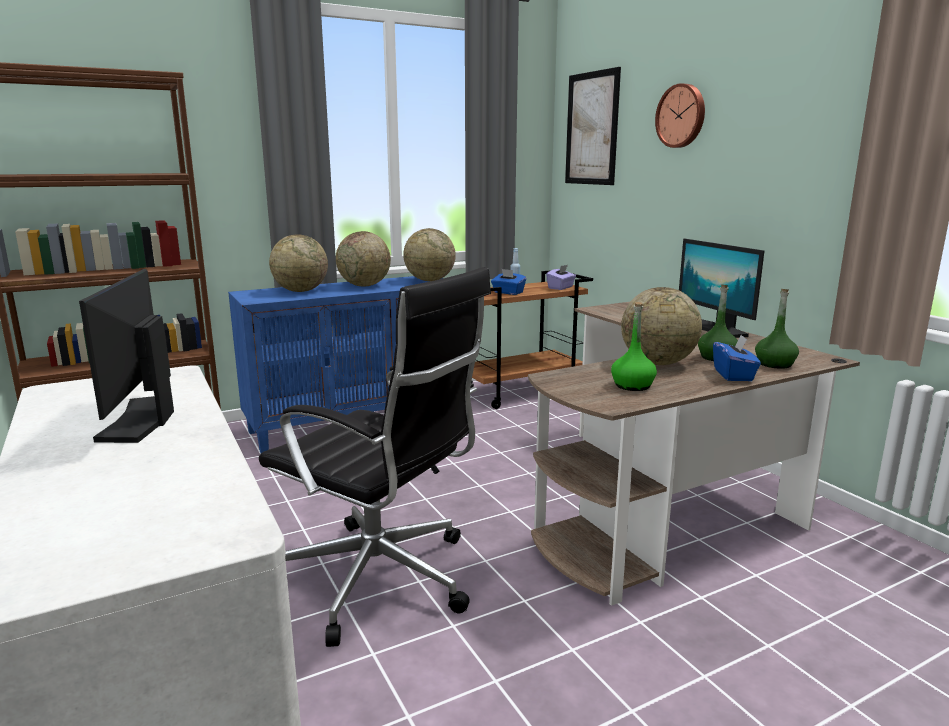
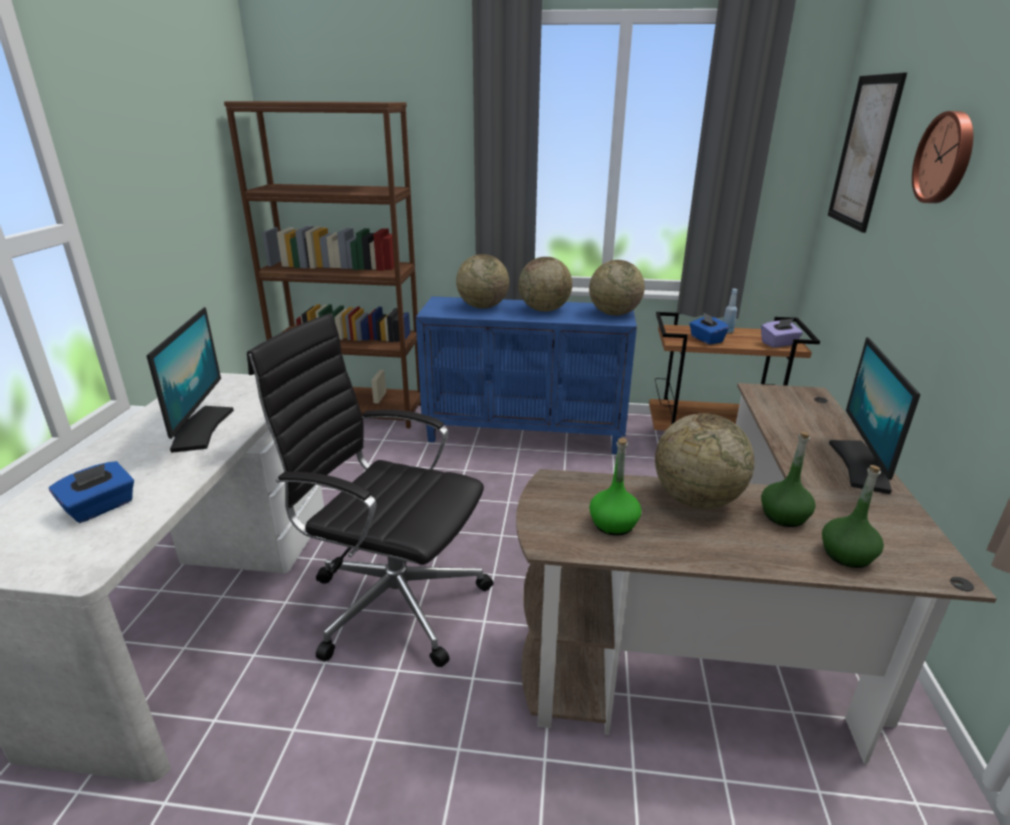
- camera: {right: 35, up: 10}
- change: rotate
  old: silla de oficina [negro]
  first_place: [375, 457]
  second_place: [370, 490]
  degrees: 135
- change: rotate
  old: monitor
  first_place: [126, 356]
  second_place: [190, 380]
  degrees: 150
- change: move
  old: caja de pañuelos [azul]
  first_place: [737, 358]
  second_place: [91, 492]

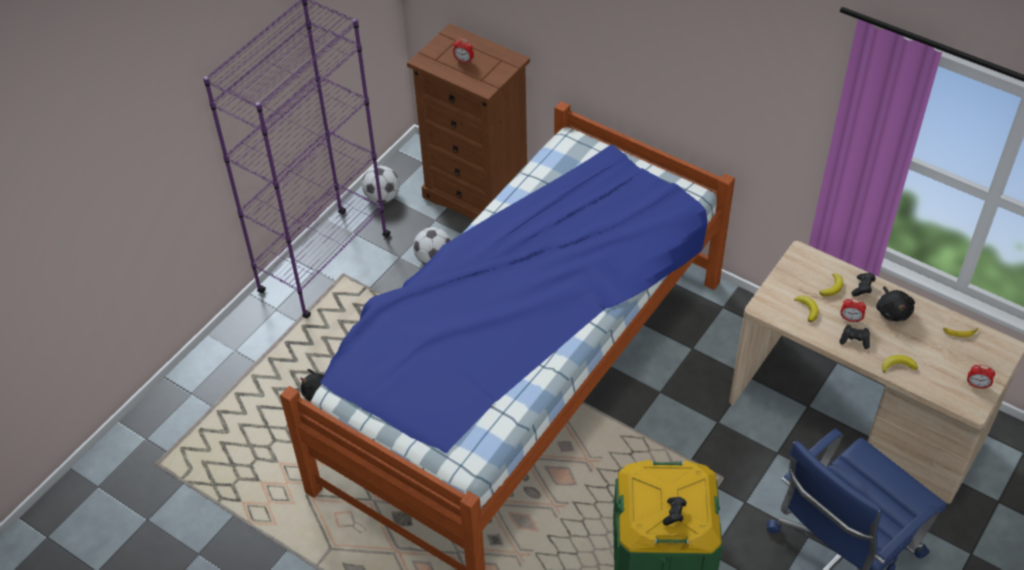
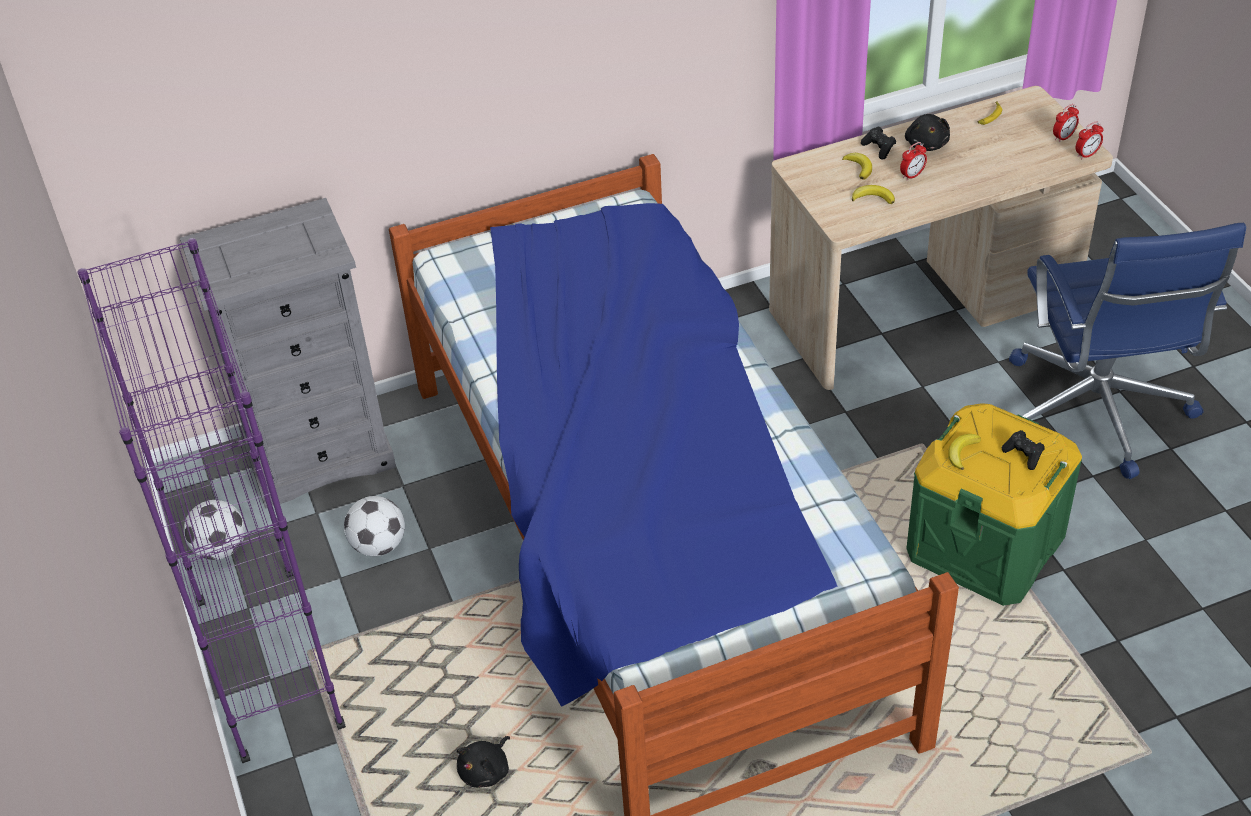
- camera: {right: -55, up: -5}
- change: recolor
  old: cómoda [marrón]
  new: cómoda [gris]
  first_place: [468, 122]
  second_place: [288, 353]
- change: move
  old: despertador
  first_place: [463, 51]
  second_place: [1089, 140]
- change: rotate
  old: peluche [negro]
  first_place: [895, 303]
  second_place: [927, 132]
  degrees: 60
- change: delete
  old: mando de consola [negro]
  first_place: [854, 337]
- change: move
  old: plátano
  first_place: [900, 364]
  second_place: [964, 452]

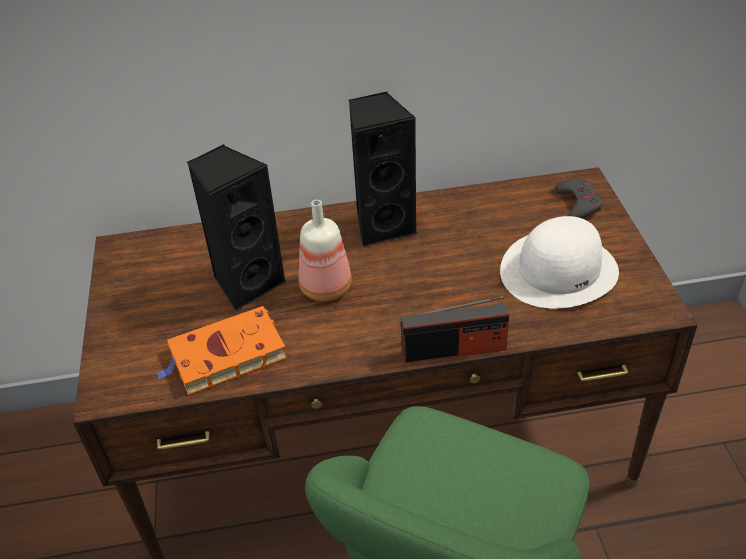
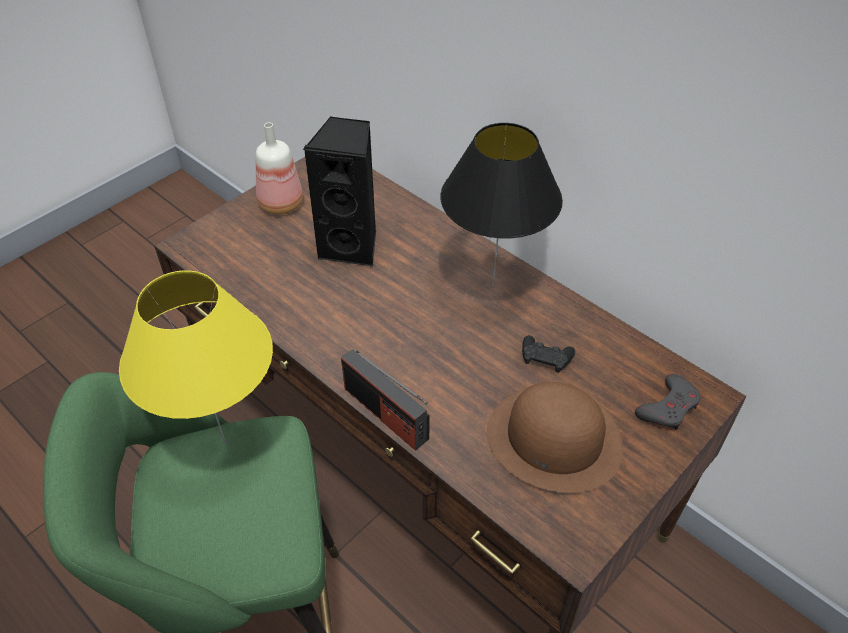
- camera: {right: 50, up: 5}
- change: replace
  old: altavoz [negro]
  new: lámpara de mesa [negro]
  first_place: [383, 169]
  second_place: [501, 205]
- change: move
  old: botella
  first_place: [325, 250]
  second_place: [279, 168]
- change: recolor
  old: sombrero [blanco]
  new: sombrero [marrón]
  first_place: [559, 262]
  second_place: [555, 437]
- change: delete
  old: libro [naranja]
  first_place: [221, 350]
- change: insert
  new: lámpara de mesa [amarillo]
  second_place: [196, 357]
- change: insert
  new: mando de consola [negro]
  second_place: [548, 354]

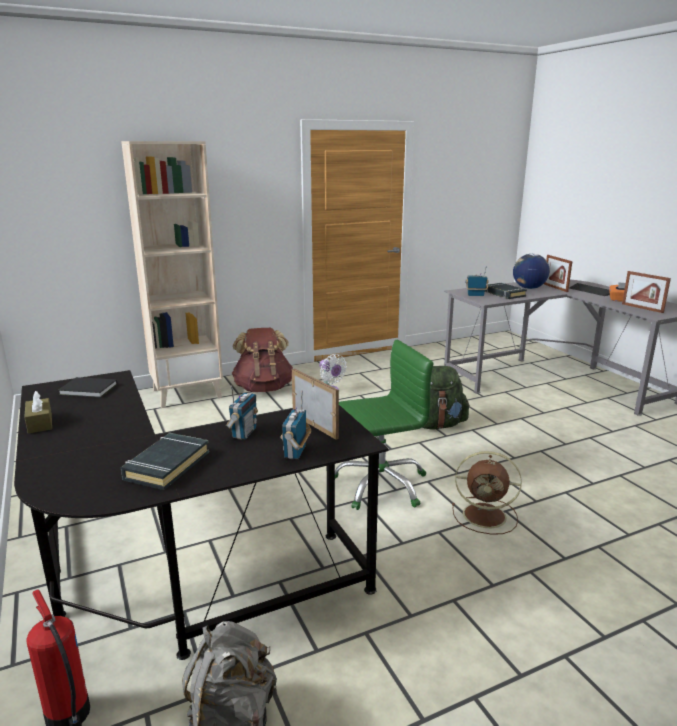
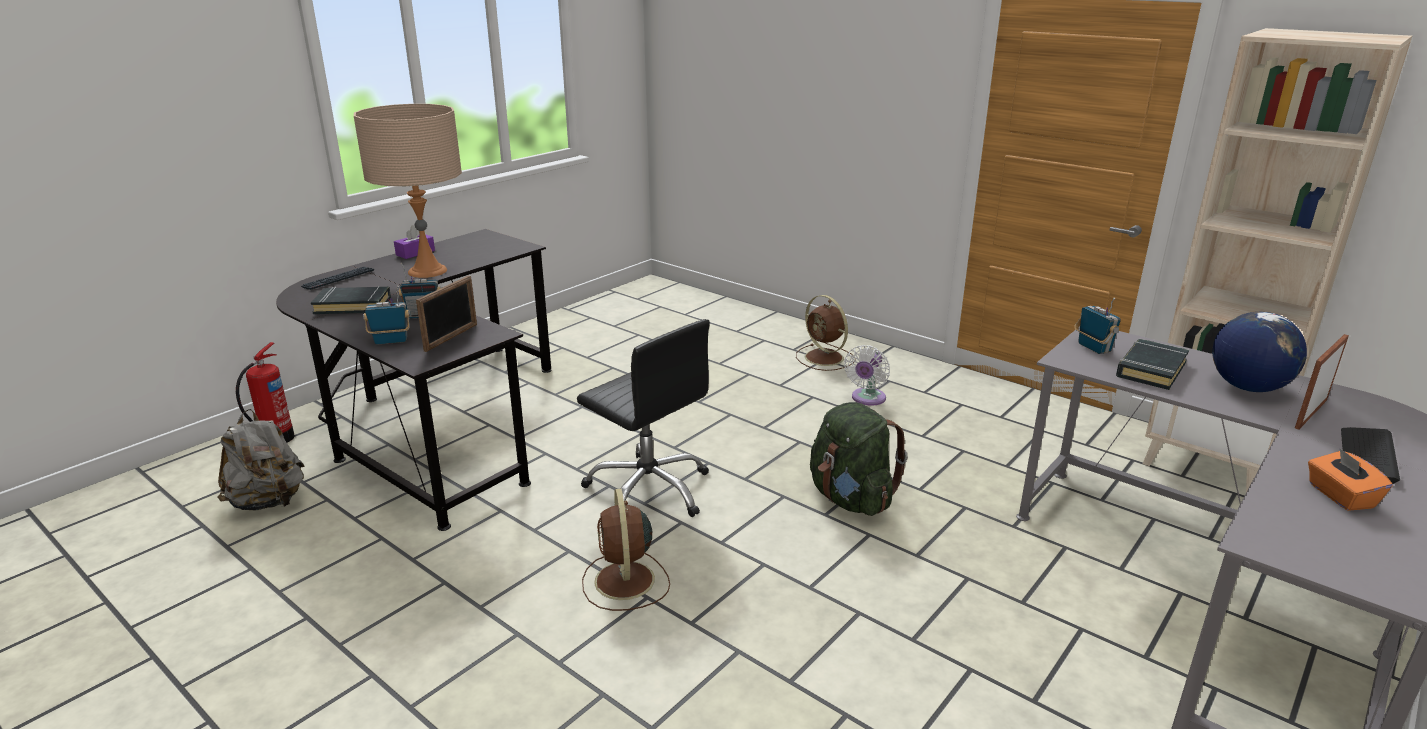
- camera: {right: 65, up: 5}
- change: move
  old: estantería [beis]
  first_place: [172, 274]
  second_place: [1277, 260]
- change: delete
  old: portarretratos
  first_place: [646, 292]
- change: replace
  old: mochila [marrón]
  new: ventilador [marrón]
  first_place: [263, 360]
  second_place: [826, 333]
- change: recolor
  old: silla de oficina [verde]
  new: silla de oficina [negro]
  first_place: [384, 425]
  second_place: [643, 418]
- change: delete
  old: libro [negro]
  first_place: [87, 387]
- change: recolor
  old: caja de pañuelos [marrón]
  new: caja de pañuelos [morado]
  first_place: [38, 412]
  second_place: [414, 242]
- change: insert
  new: lámpara de mesa [beis]
  second_place: [408, 191]
- change: insert
  new: teclado
  second_place: [337, 278]

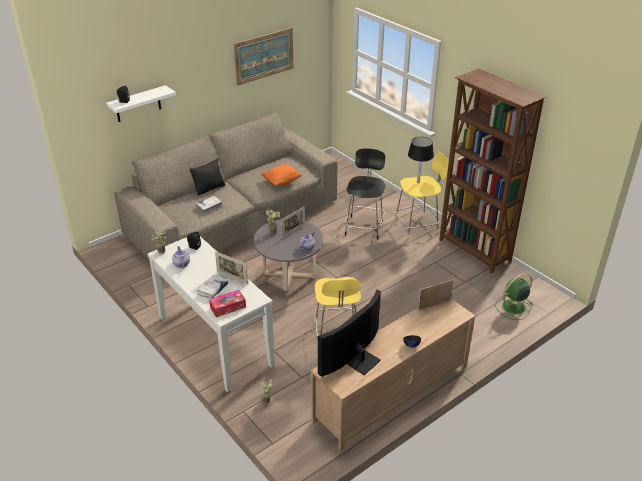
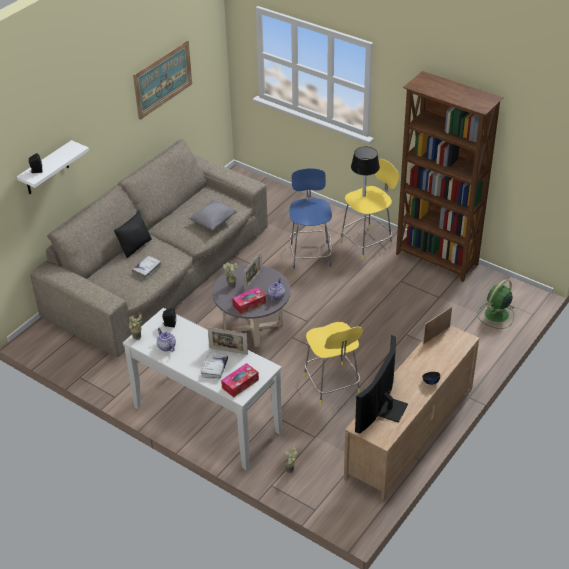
- camera: {right: -15, up: 5}
- change: recolor
  old: taburete [negro]
  new: taburete [azul]
  first_place: [365, 194]
  second_place: [310, 218]
- change: recolor
  old: cojín [naranja]
  new: cojín [gris]
  first_place: [281, 175]
  second_place: [213, 215]
- change: insert
  new: caja de pañuelos
  second_place: [249, 300]

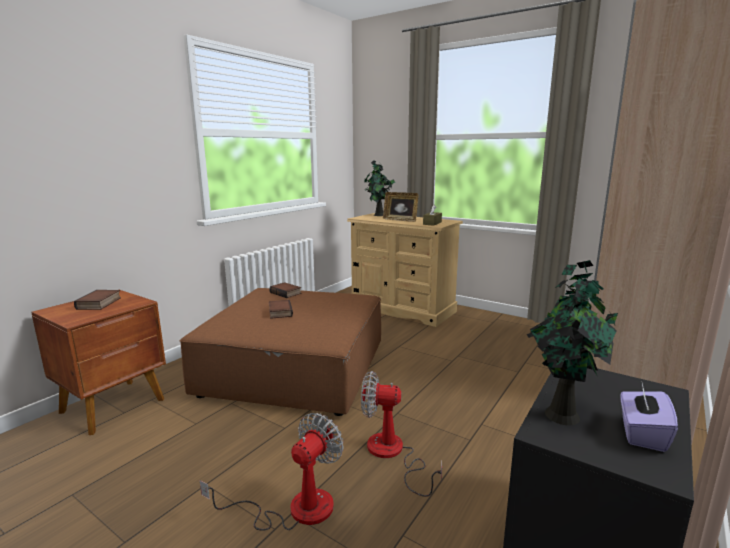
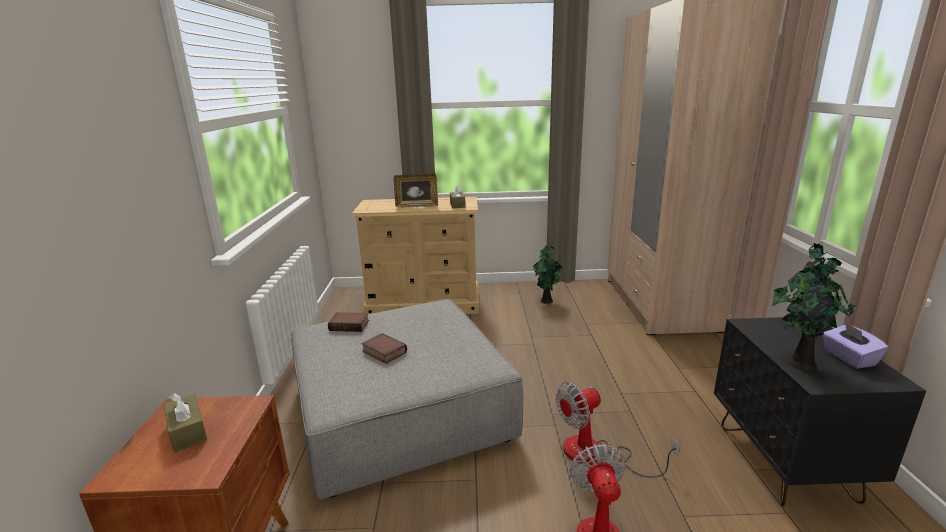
- camera: {right: -35, up: 5}
- change: move
  old: planta en maceta
  first_place: [379, 188]
  second_place: [548, 275]
- change: recolor
  old: puf [marrón]
  new: puf [gris]
  first_place: [280, 352]
  second_place: [406, 399]
- change: replace
  old: libro
  new: caja de pañuelos [marrón]
  first_place: [97, 300]
  second_place: [185, 422]

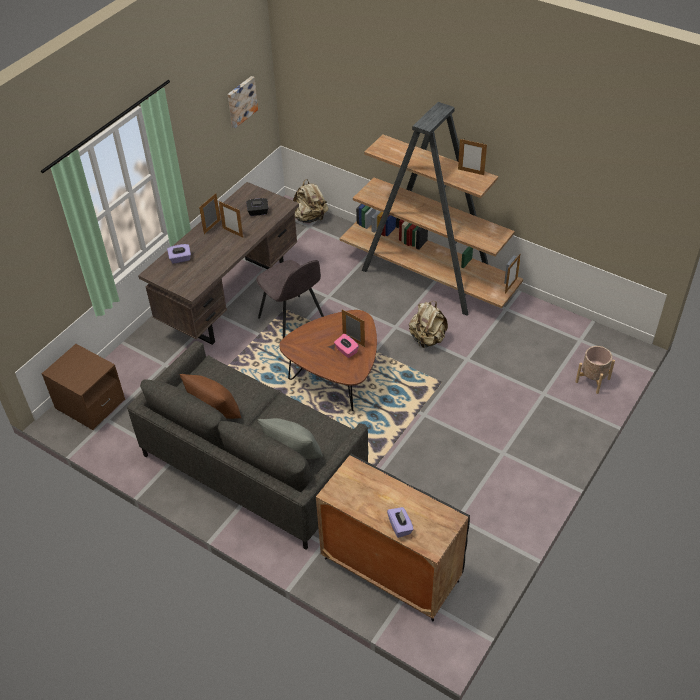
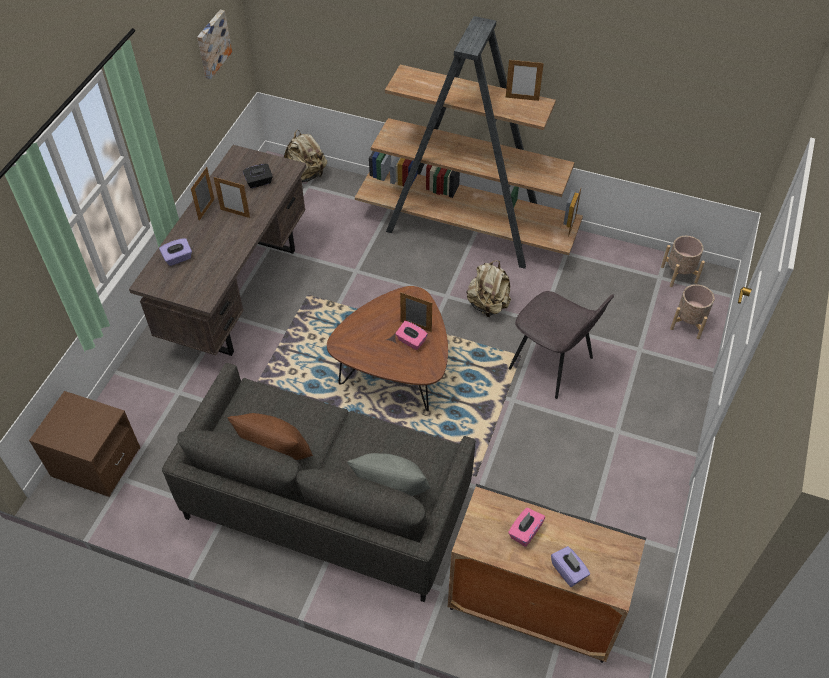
- camera: {right: -15, up: 5}
- change: move
  old: silla [gris]
  first_place: [290, 299]
  second_place: [561, 345]
- change: insert
  new: maceta [beis]
  second_place: [683, 261]
- change: insert
  new: caja de pañuelos [rosa]
  second_place: [526, 527]

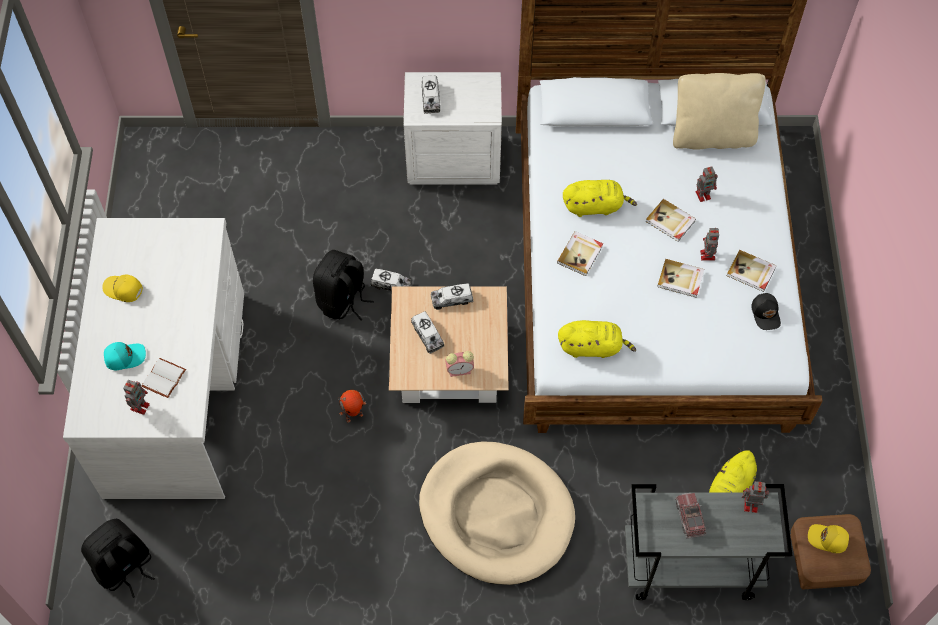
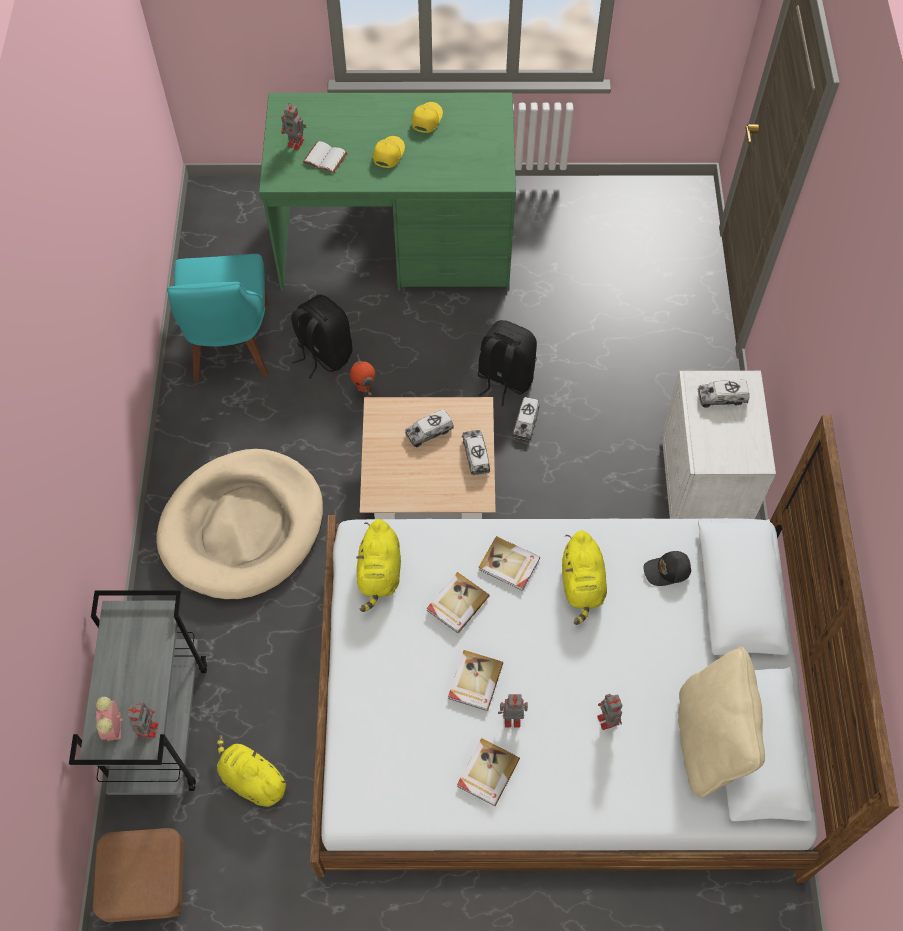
- camera: {right: 90, up: 0}
- change: move
  old: libro
  first_place: [670, 220]
  second_place: [458, 603]
- change: recolor
  old: escritorio [blanco]
  new: escritorio [verde]
  first_place: [153, 358]
  second_place: [387, 192]
- change: move
  old: gorra [negro]
  first_place: [766, 311]
  second_place: [667, 568]
- change: delete
  old: gorra [turquesa]
  first_place: [125, 356]
- change: move
  old: despertador
  first_place: [459, 364]
  second_place: [109, 719]
- change: delete
  old: camión de juguete
  first_place: [691, 516]
- change: move
  old: mochila [negro]
  first_place: [118, 558]
  second_place: [322, 337]
- change: move
  old: gorra [amarillo]
  first_place: [828, 538]
  second_place: [389, 152]
- change: insert
  new: silla [turquesa]
  second_place: [217, 317]

